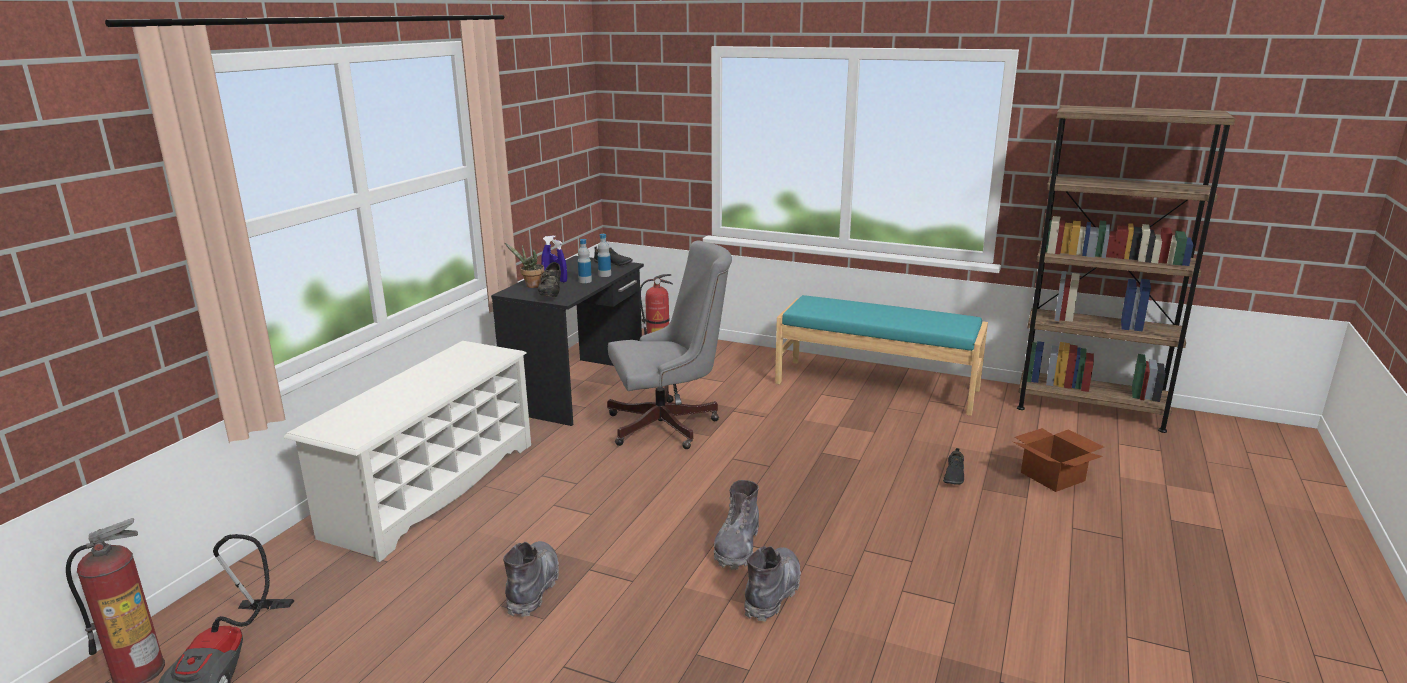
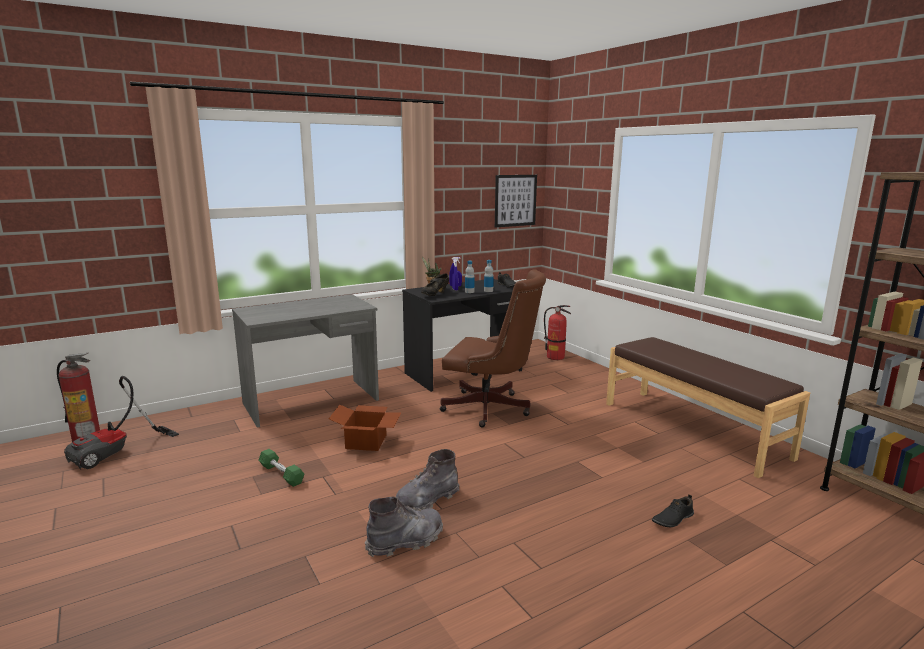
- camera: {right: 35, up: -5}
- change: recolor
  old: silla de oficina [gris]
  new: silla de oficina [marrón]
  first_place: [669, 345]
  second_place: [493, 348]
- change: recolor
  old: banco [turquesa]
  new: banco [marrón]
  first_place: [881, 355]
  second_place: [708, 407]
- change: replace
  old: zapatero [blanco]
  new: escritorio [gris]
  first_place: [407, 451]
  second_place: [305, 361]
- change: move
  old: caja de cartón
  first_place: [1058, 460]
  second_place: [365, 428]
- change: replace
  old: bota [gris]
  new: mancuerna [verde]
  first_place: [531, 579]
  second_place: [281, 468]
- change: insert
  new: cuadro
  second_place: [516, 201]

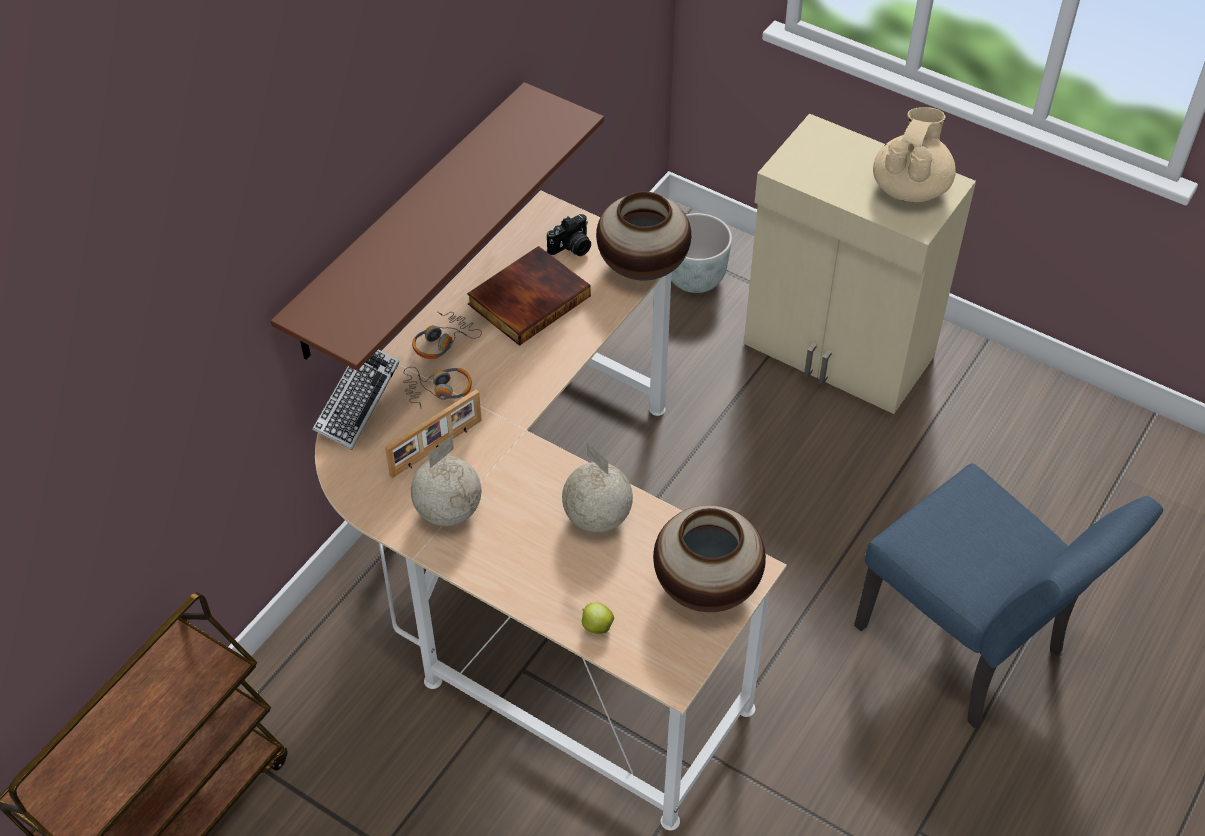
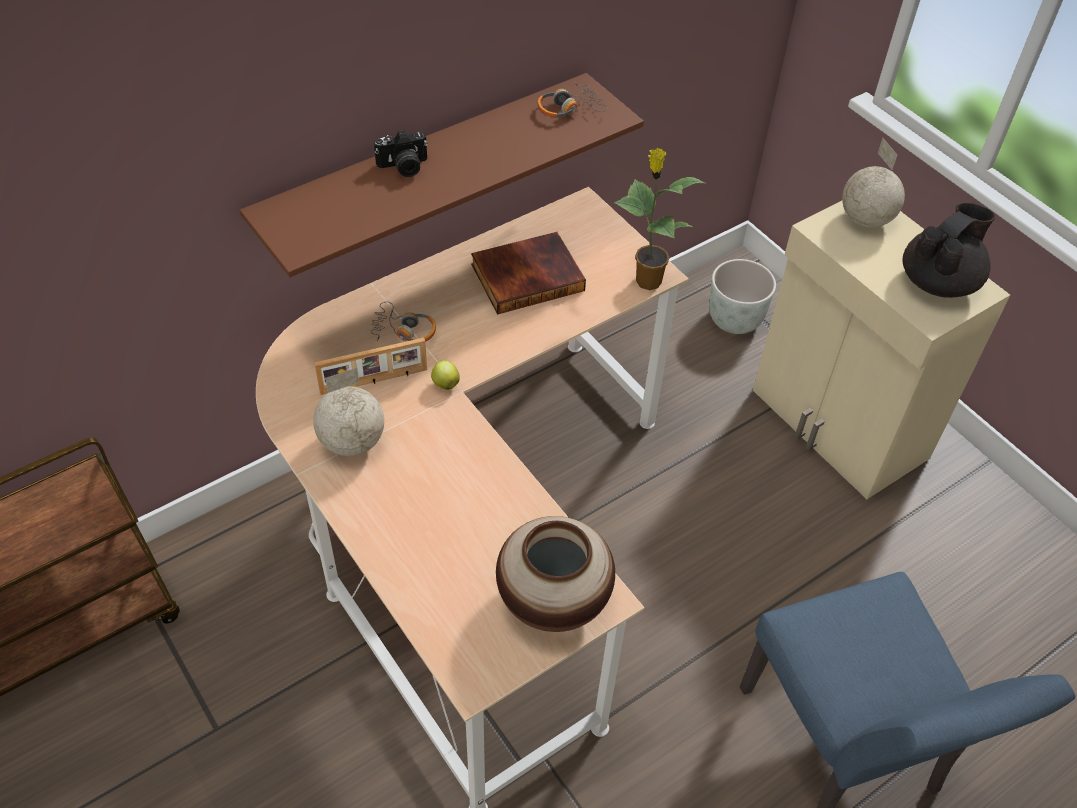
- camera: {right: 20, up: 0}
- change: recolor
  old: tetera [beis]
  new: tetera [negro]
  first_place: [914, 154]
  second_place: [948, 250]
- change: replace
  old: florero
  new: planta en maceta
  first_place: [643, 236]
  second_place: [659, 219]
- change: move
  old: cámara
  first_place: [569, 235]
  second_place: [401, 153]
- change: move
  old: auriculares
  first_place: [447, 335]
  second_place: [573, 100]
- change: delete
  old: teclado
  first_place: [355, 399]
- change: move
  old: globo terráqueo
  first_place: [597, 487]
  second_place: [873, 182]
- change: move
  old: manzana
  first_place: [598, 618]
  second_place: [445, 375]

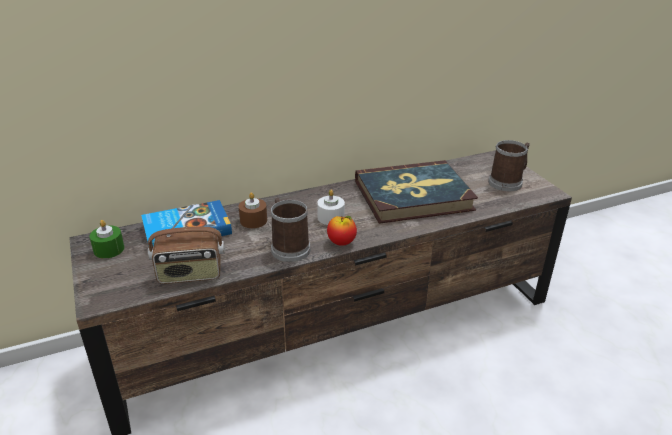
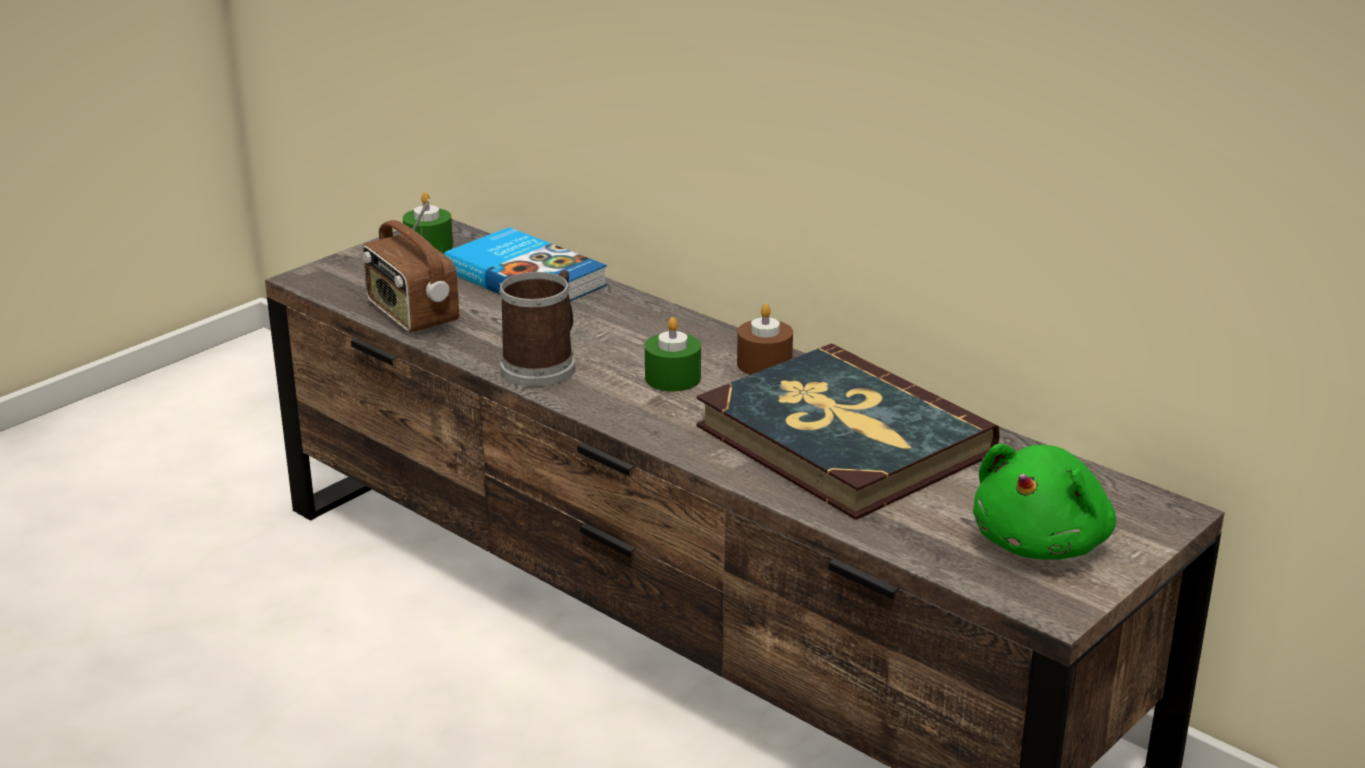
- camera: {right: 65, up: -5}
- change: replace
  old: taza grande
  new: peluche [verde]
  first_place: [509, 165]
  second_place: [1044, 502]
- change: recolor
  old: vela [blanco]
  new: vela [verde]
  first_place: [331, 207]
  second_place: [673, 354]
- change: move
  old: vela [marrón]
  first_place: [253, 210]
  second_place: [765, 339]
- change: delete
  old: manzana
  first_place: [342, 231]

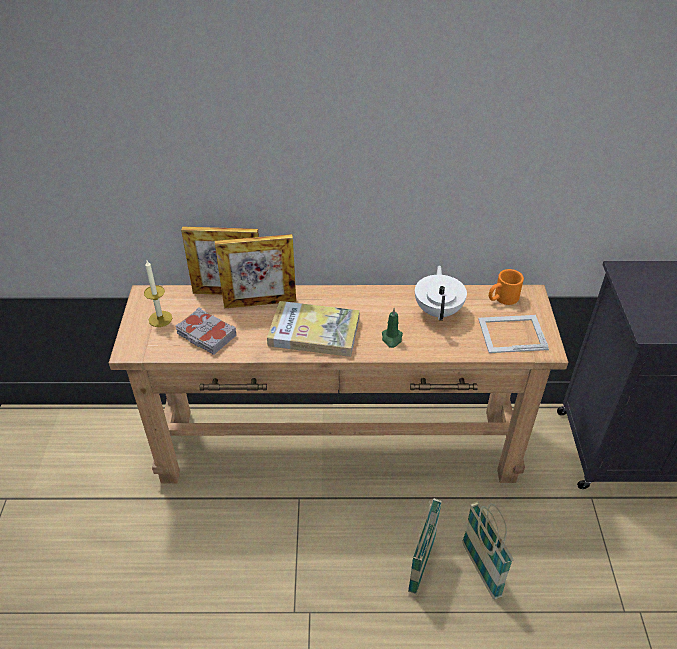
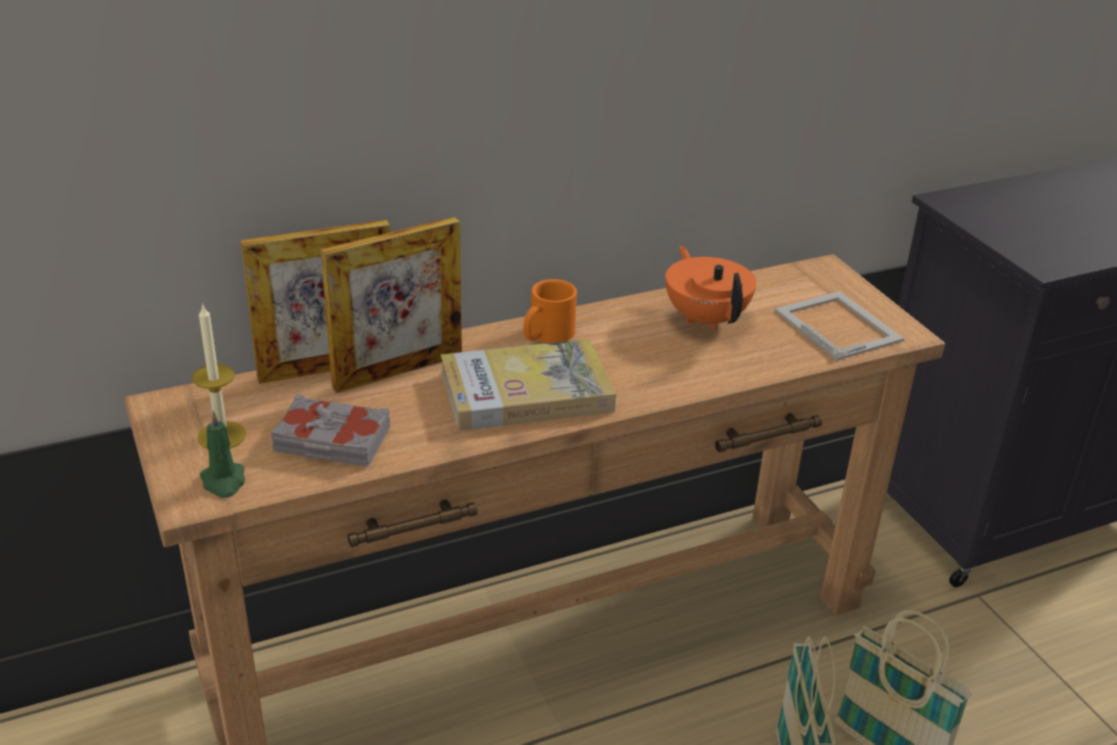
- camera: {right: -25, up: -10}
- change: recolor
  old: tetera [blanco]
  new: tetera [naranja]
  first_place: [441, 293]
  second_place: [710, 288]
- change: move
  old: taza grande [naranja]
  first_place: [506, 287]
  second_place: [550, 311]
- change: move
  old: vela [verde]
  first_place: [392, 328]
  second_place: [222, 454]
- change: rotate
  old: portarretratos
  first_place: [513, 334]
  second_place: [839, 326]
  degrees: 90

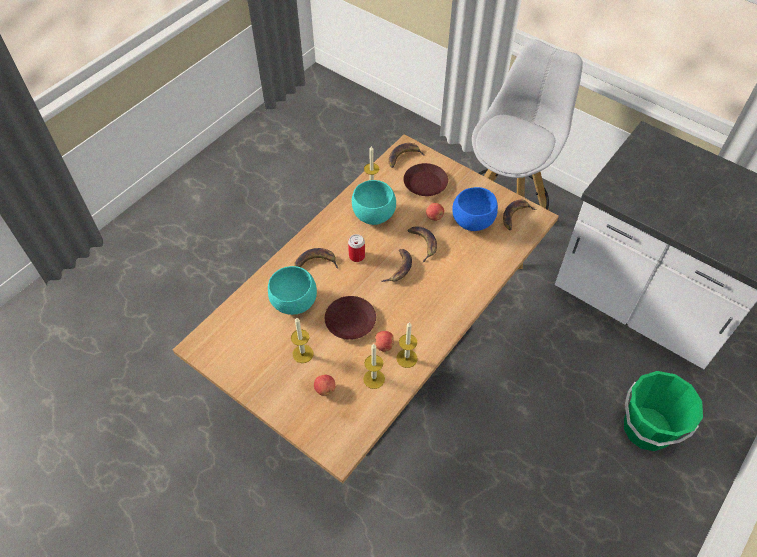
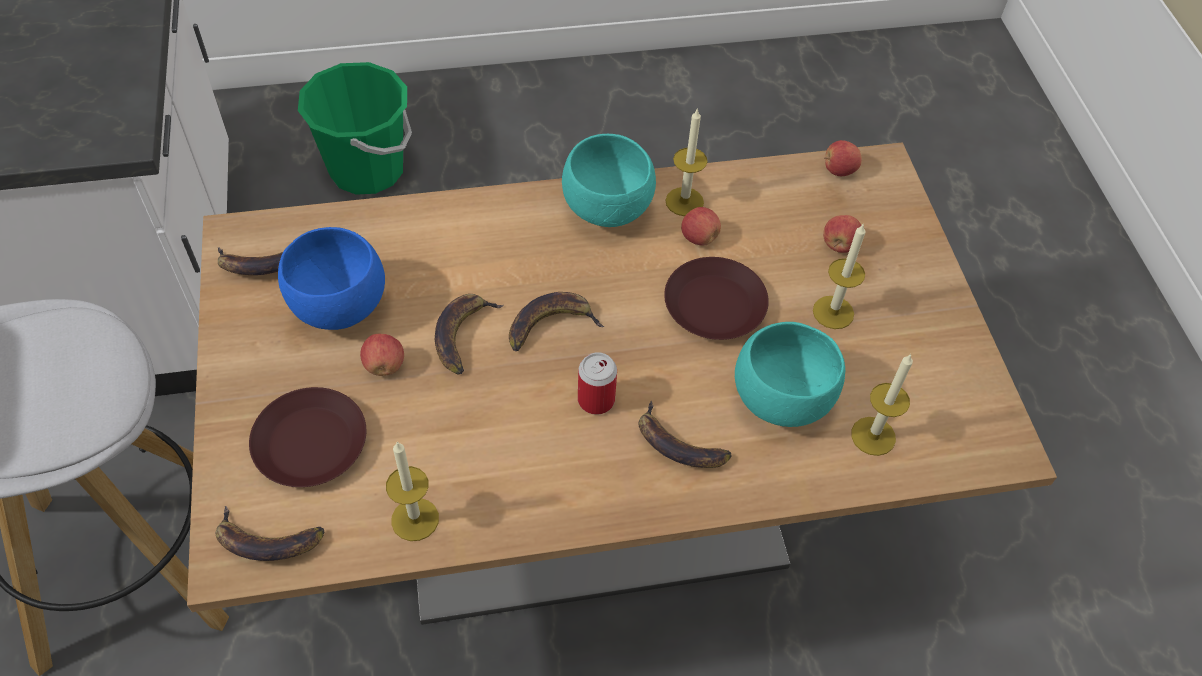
- camera: {right: -140, up: 0}
- change: move
  old: cuenco [turquesa]
  first_place: [374, 202]
  second_place: [609, 180]
- change: move
  old: vela
  first_place: [374, 366]
  second_place: [882, 405]
- change: insert
  new: manzana
  second_place: [843, 158]

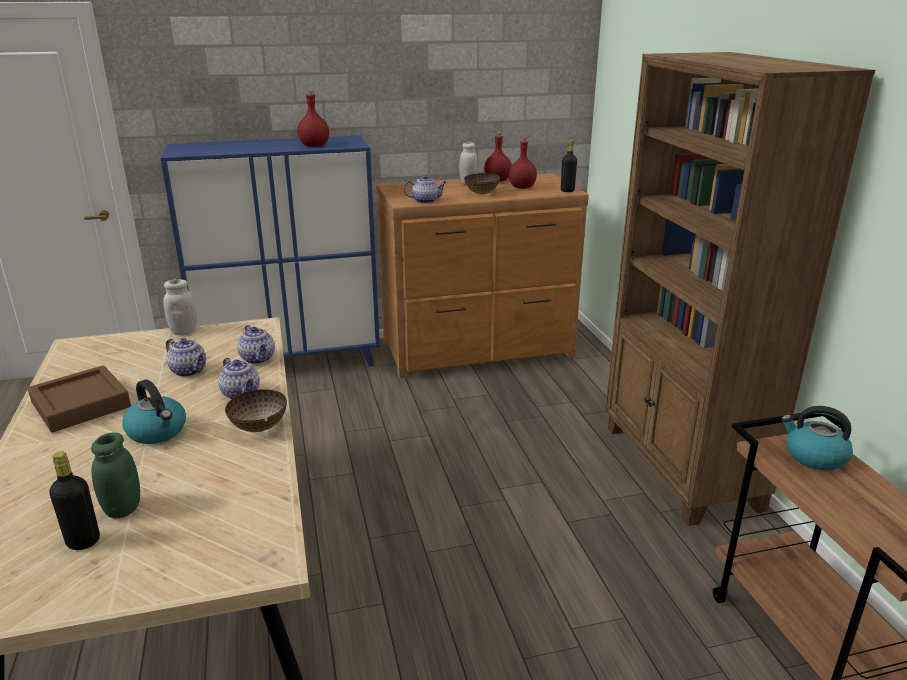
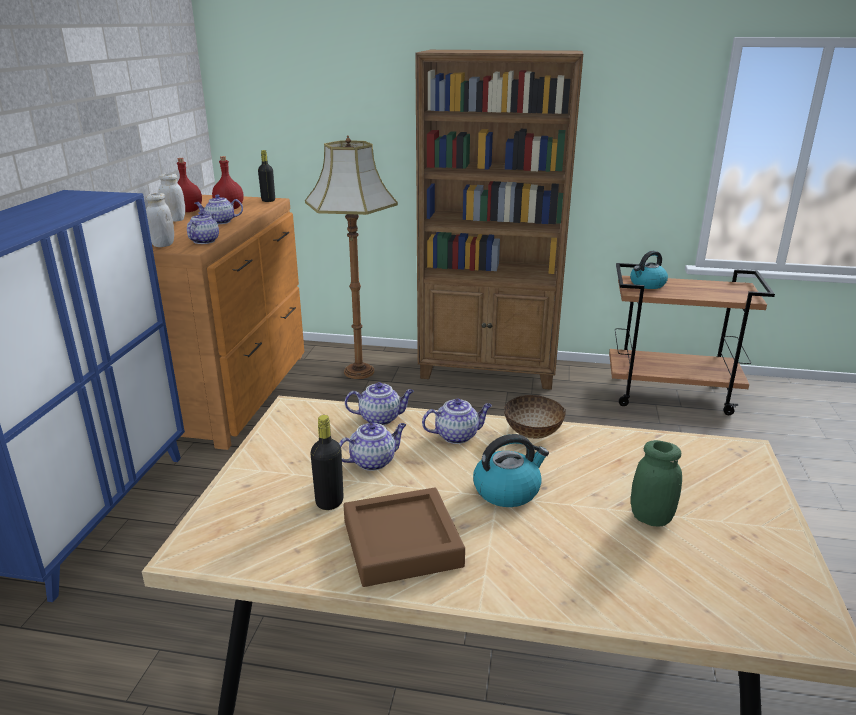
- camera: {right: -65, up: 0}
- change: delete
  old: botella [rojo]
  first_place: [313, 118]
- change: replace
  old: cuenco
  new: tetera
  first_place: [482, 183]
  second_place: [219, 209]
- change: move
  old: tarro [blanco]
  first_place: [180, 307]
  second_place: [160, 220]
- change: move
  old: botella [negro]
  first_place: [74, 500]
  second_place: [326, 462]
- change: insert
  new: lámpara de pie
  second_place: [351, 257]

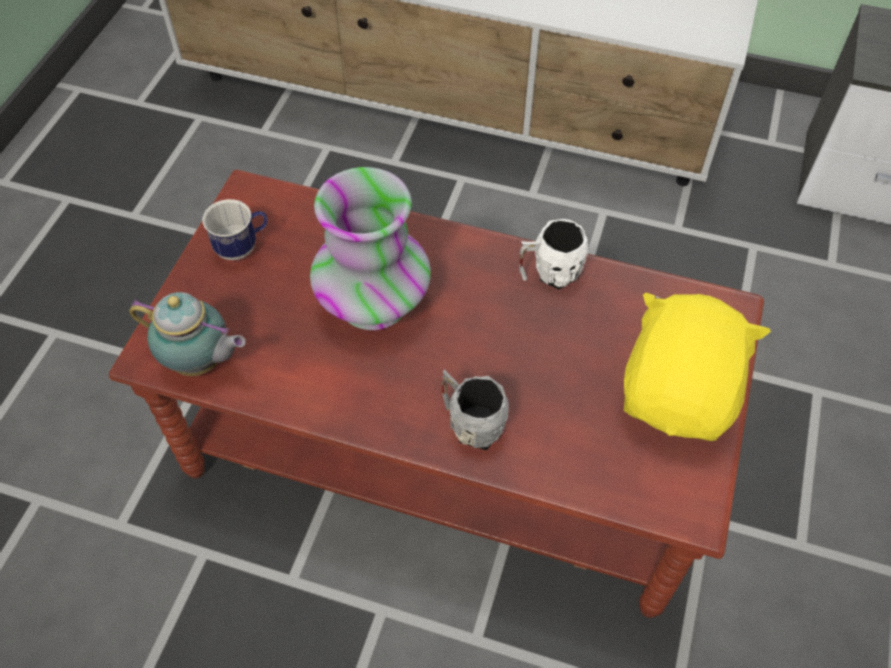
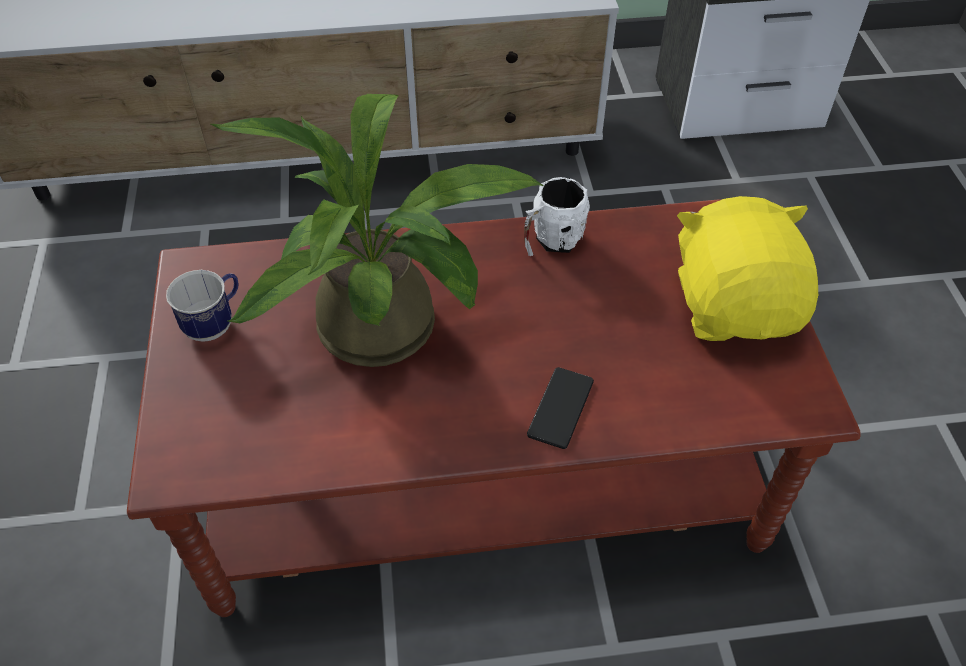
- camera: {right: -25, up: -5}
- change: replace
  old: florero
  new: planta en maceta
  first_place: [370, 248]
  second_place: [377, 230]
- change: delete
  old: tetera
  first_place: [187, 334]
- change: replace
  old: taza grande [gris]
  new: móvil
  first_place: [475, 409]
  second_place: [560, 408]

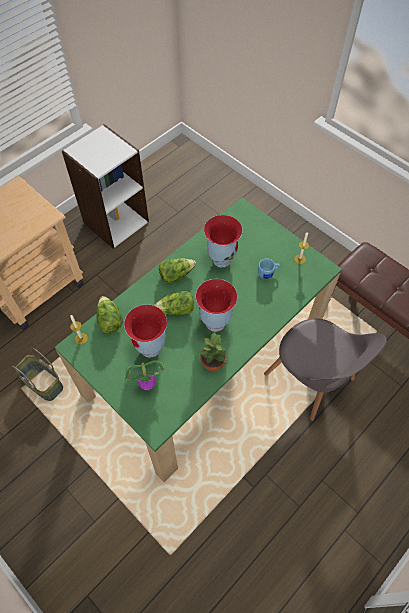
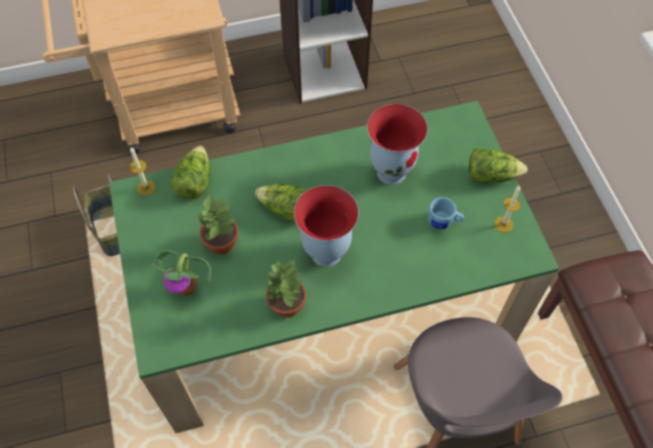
- camera: {right: 30, up: 0}
- change: move
  old: lechuga
  first_place: [177, 270]
  second_place: [498, 165]
- change: replace
  old: florero
  new: planta en maceta
  first_place: [145, 331]
  second_place: [218, 223]

